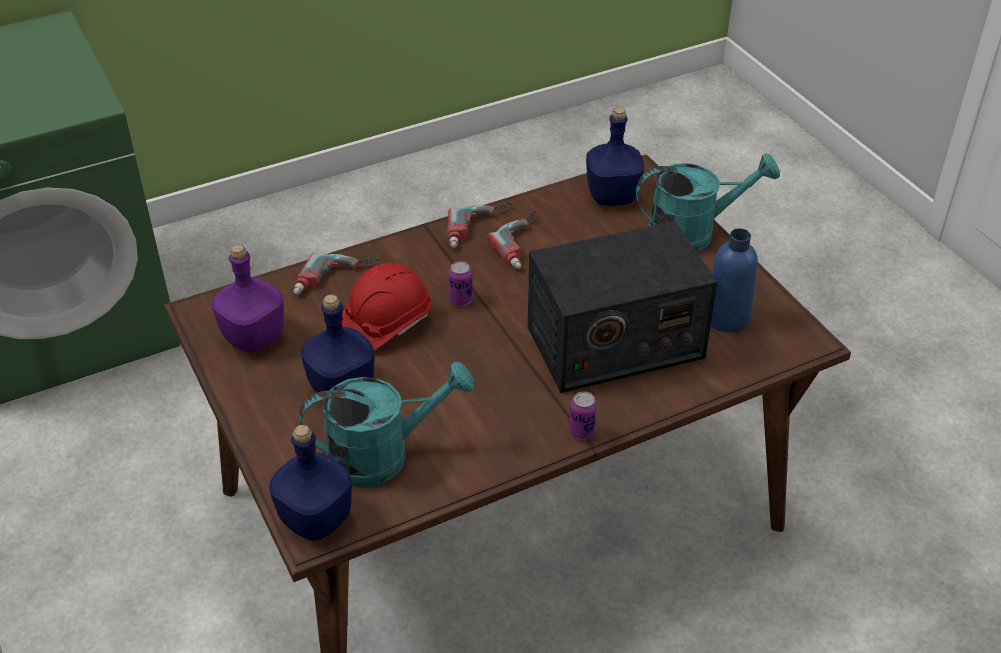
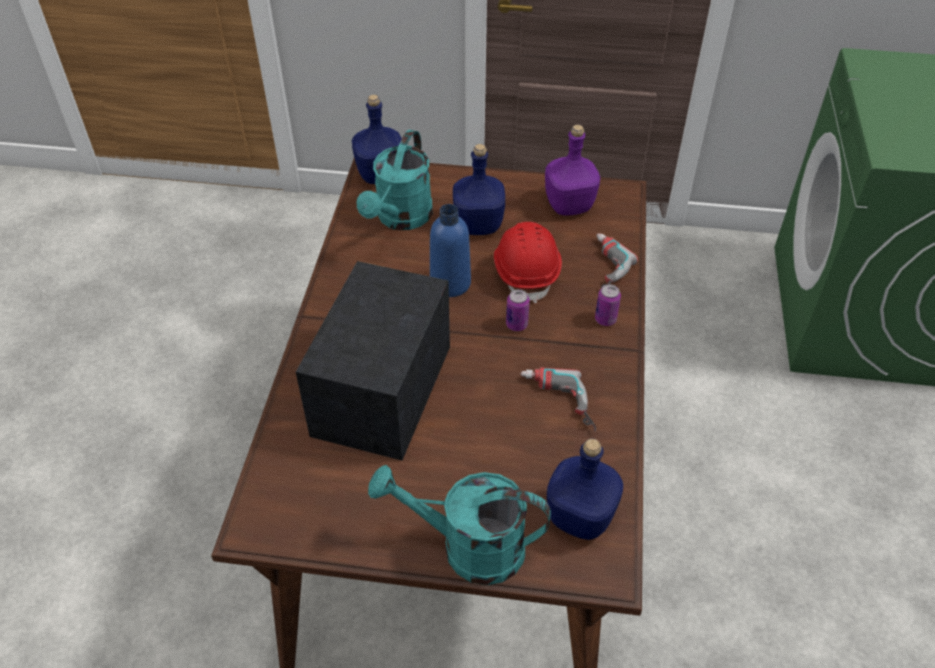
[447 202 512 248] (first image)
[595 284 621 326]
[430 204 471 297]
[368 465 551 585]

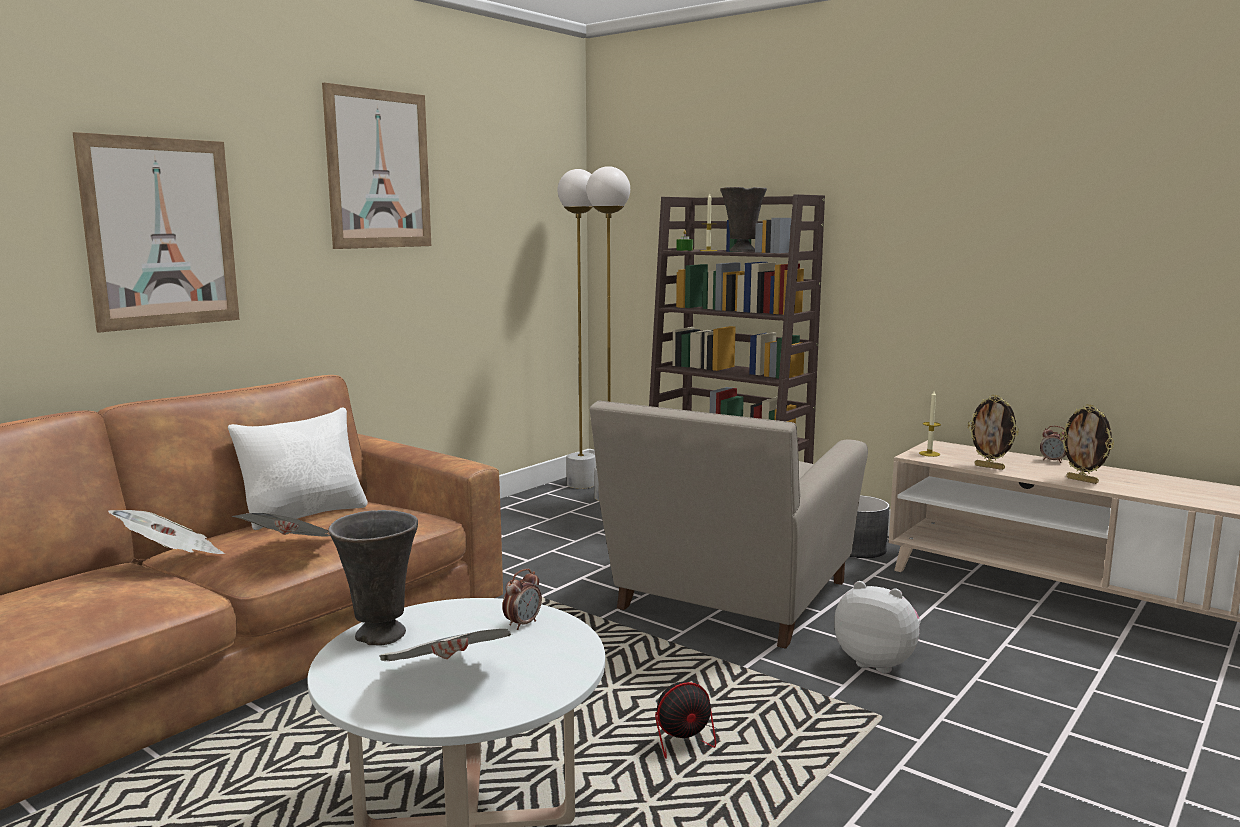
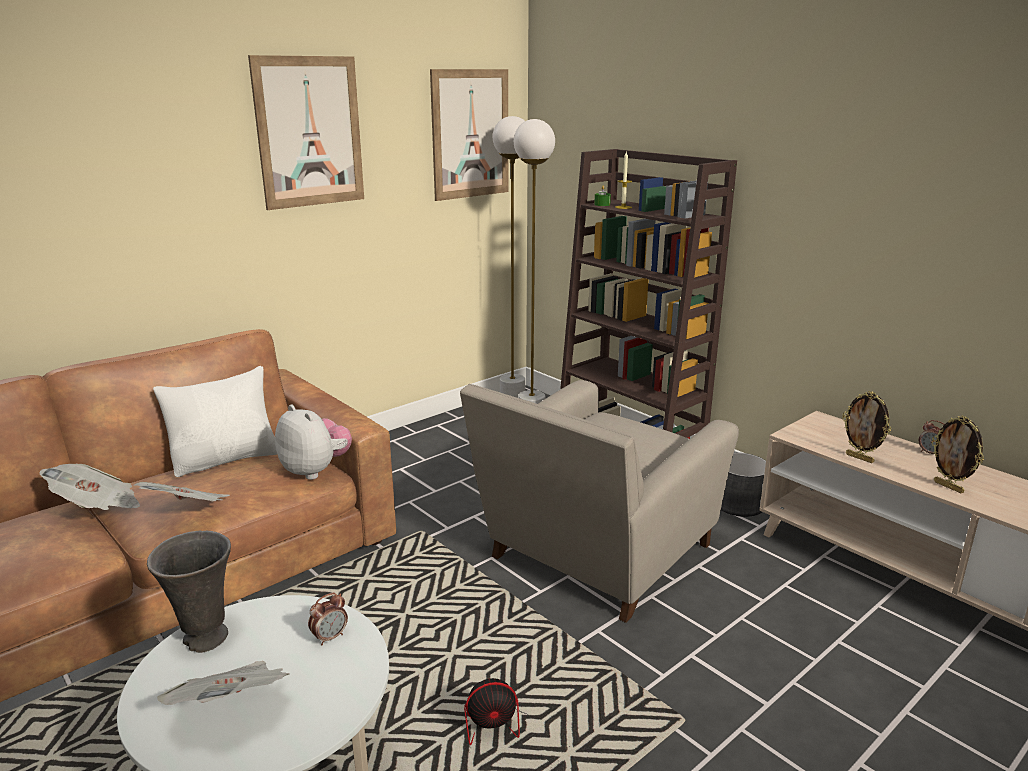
[720 187 767 252] (first image)
[919 391 941 457] (first image)
[430 69 508 201]
[275 404 352 480]

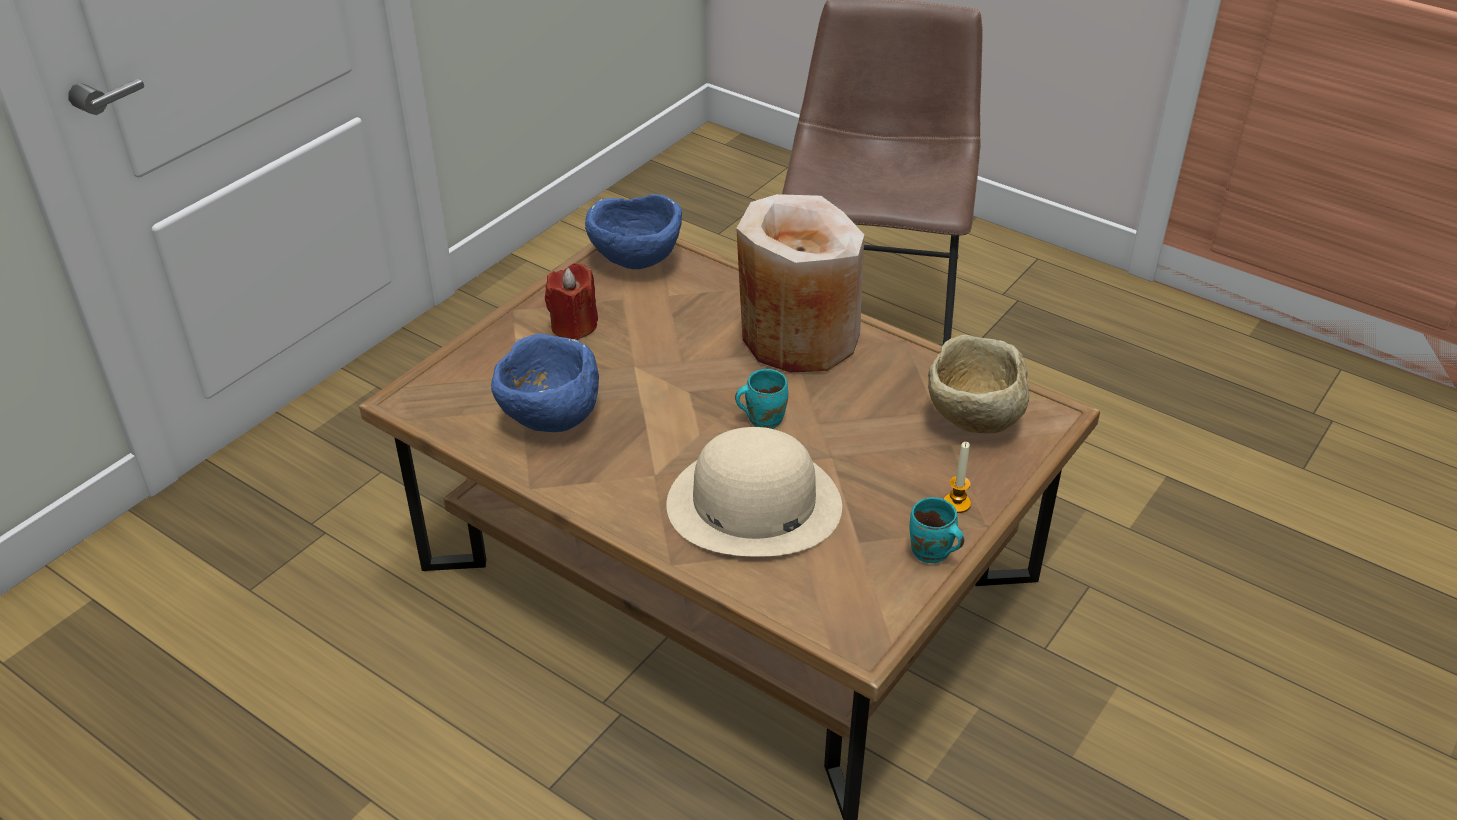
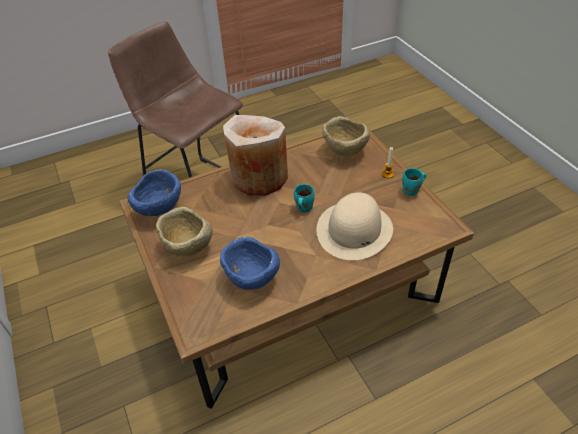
[156 207 213 256]

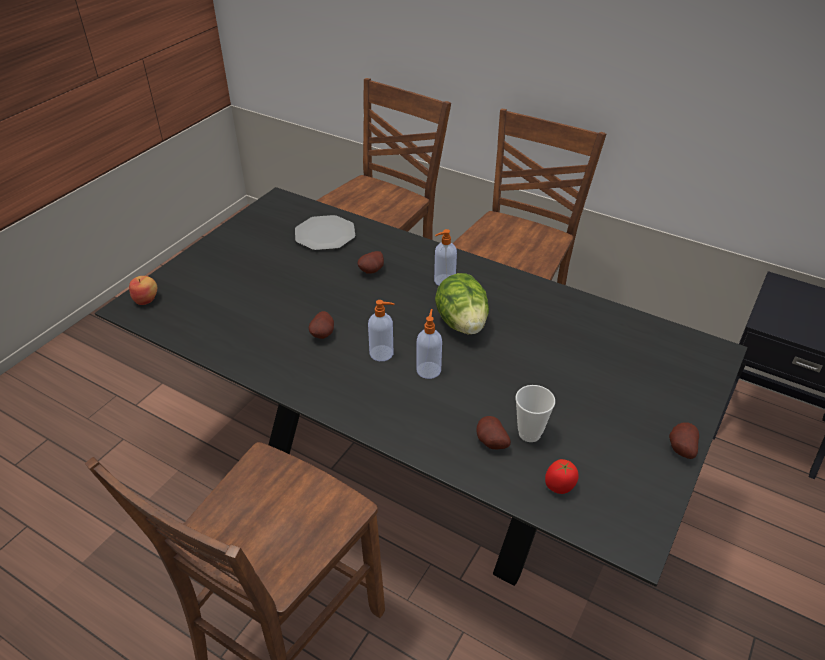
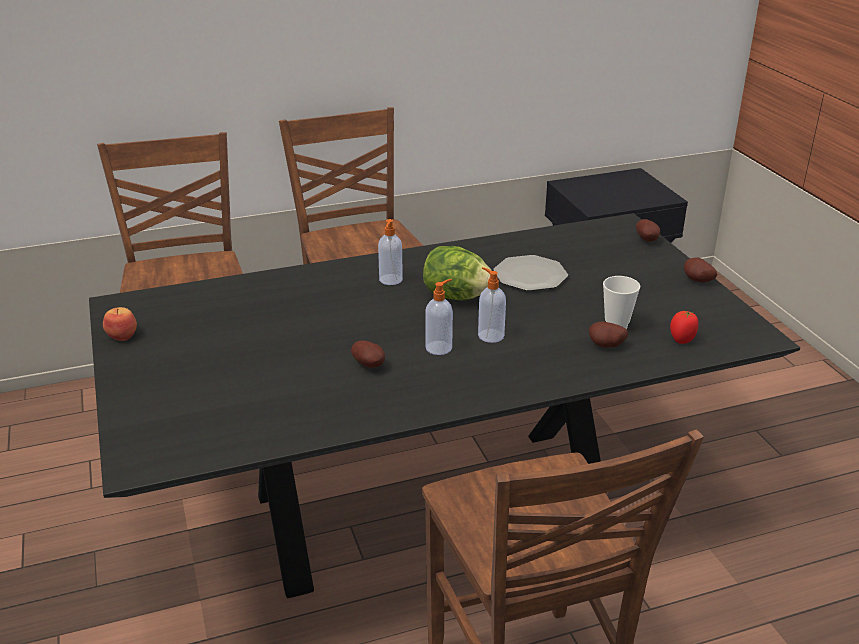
[103 307 137 341]
[493 255 568 291]
[636 219 660 242]

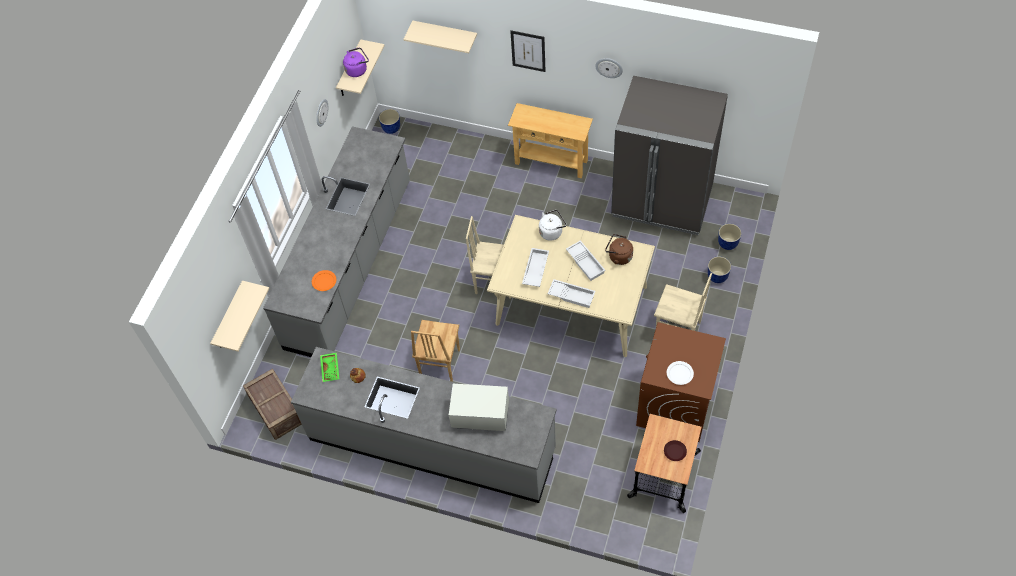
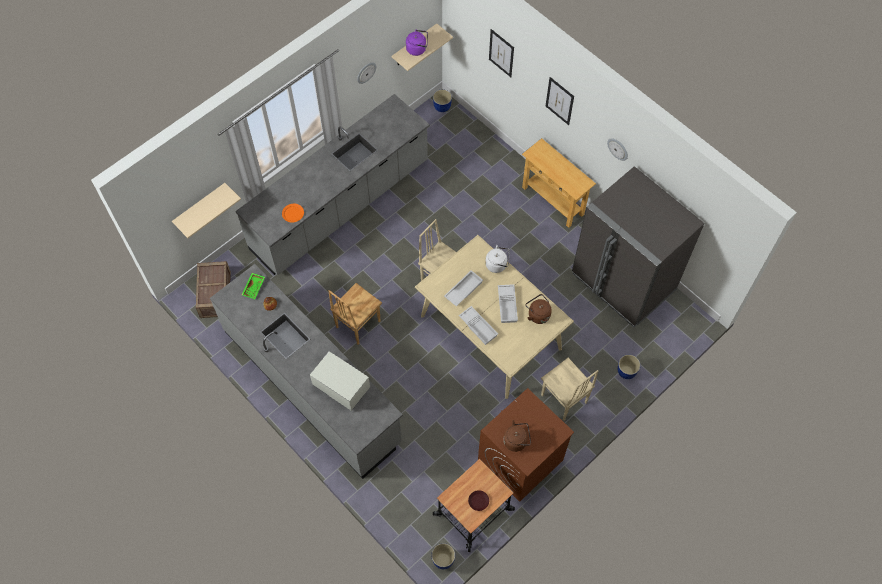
[431 543 455 569]
[489 29 514 77]
[503 420 531 452]

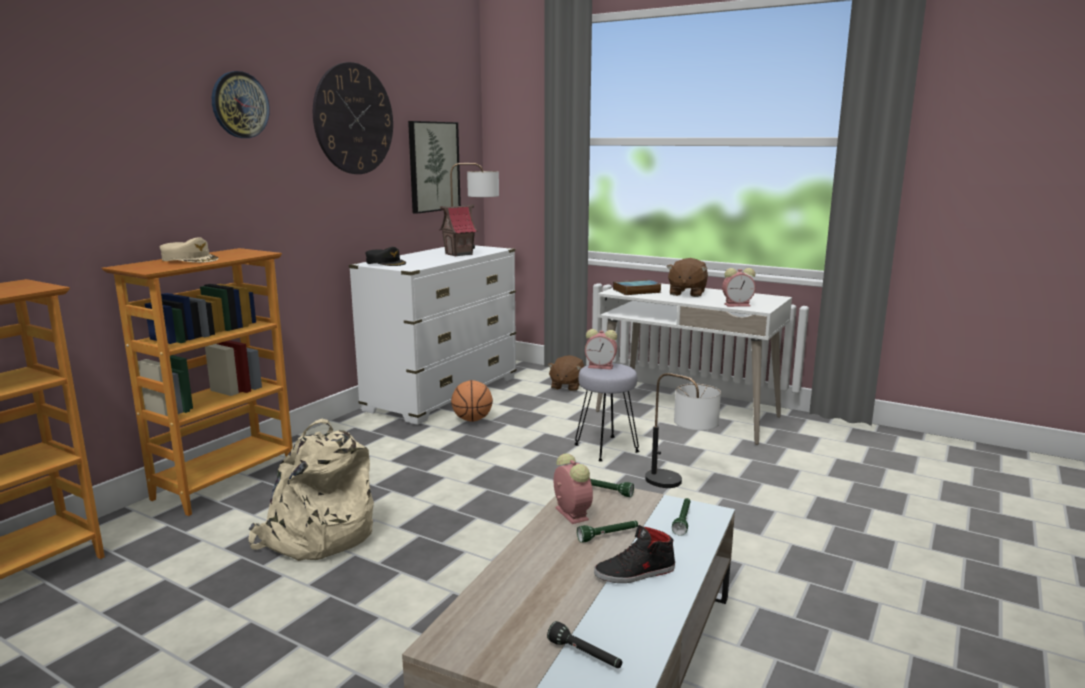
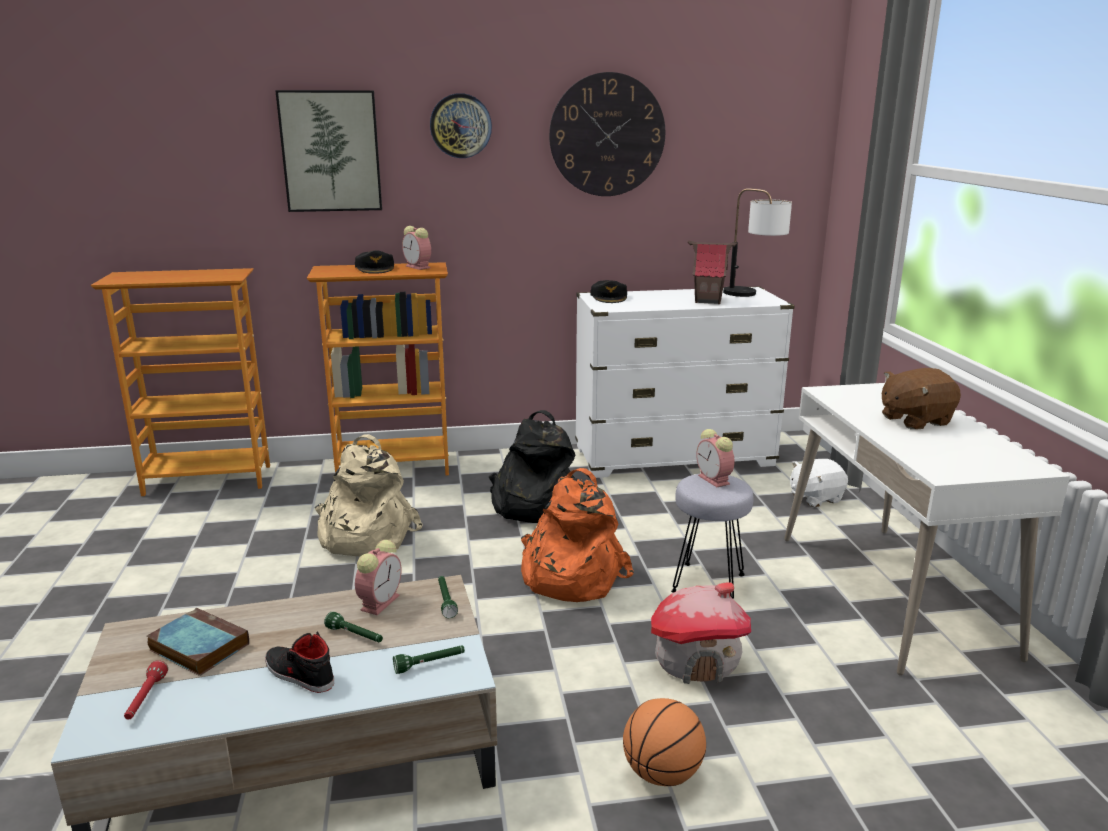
[489 410 575 523]
[521 468 634 602]
[275 90 382 212]
[623 698 706 786]
[147 608 249 676]
[402 226 431 270]
[651 582 751 684]
[355 250 394 274]
[124 660 168 720]
[790 459 848 507]

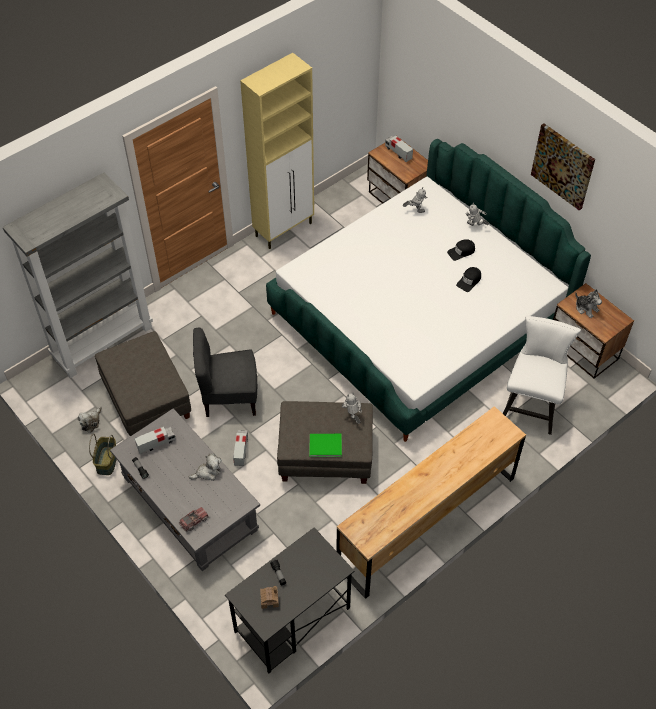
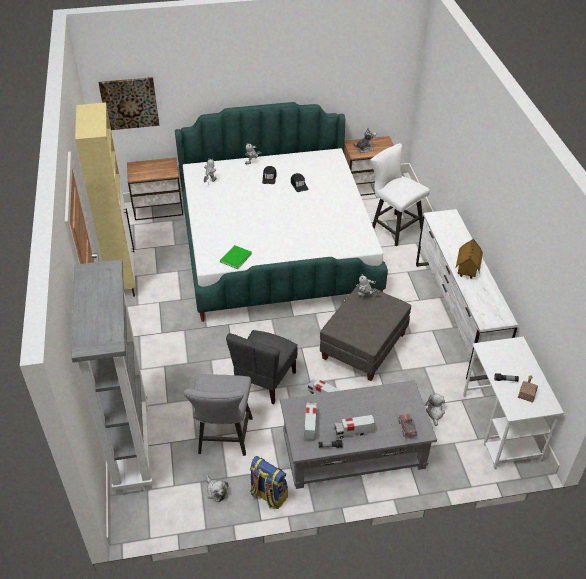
[455 239 483 279]
[425 393 445 426]
[220 245 252 269]
[334 415 375 438]
[99 77 159 130]
[250 456 288 509]
[184 374 253 456]
[463 337 564 469]
[416 209 518 381]

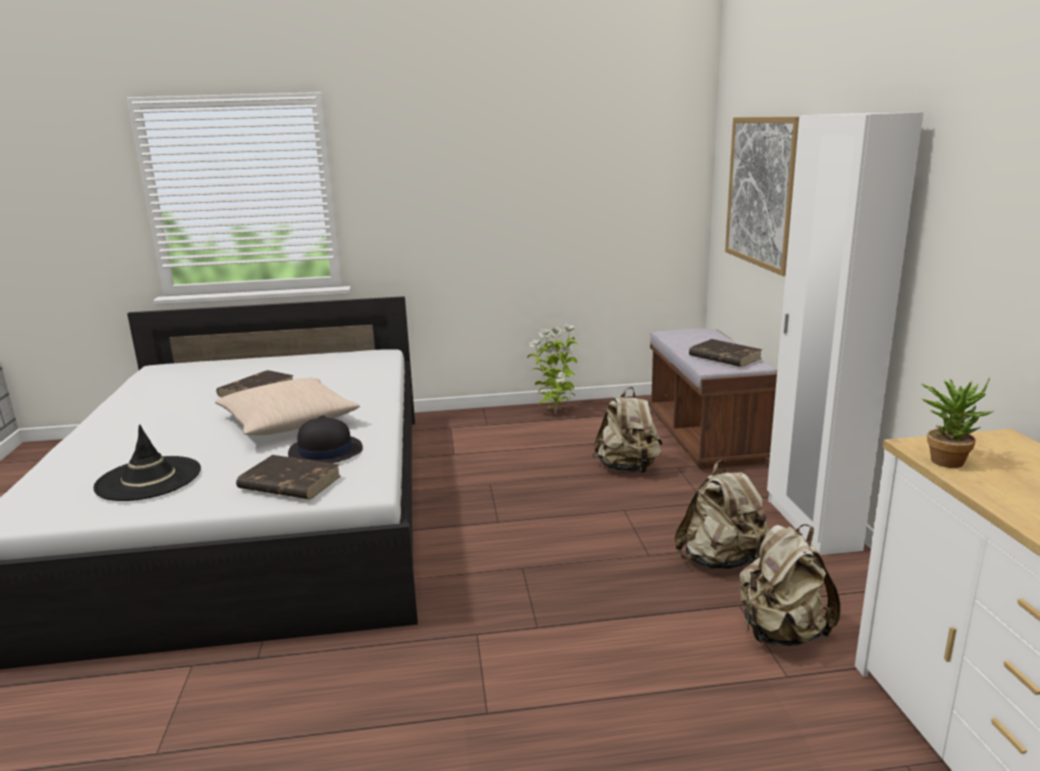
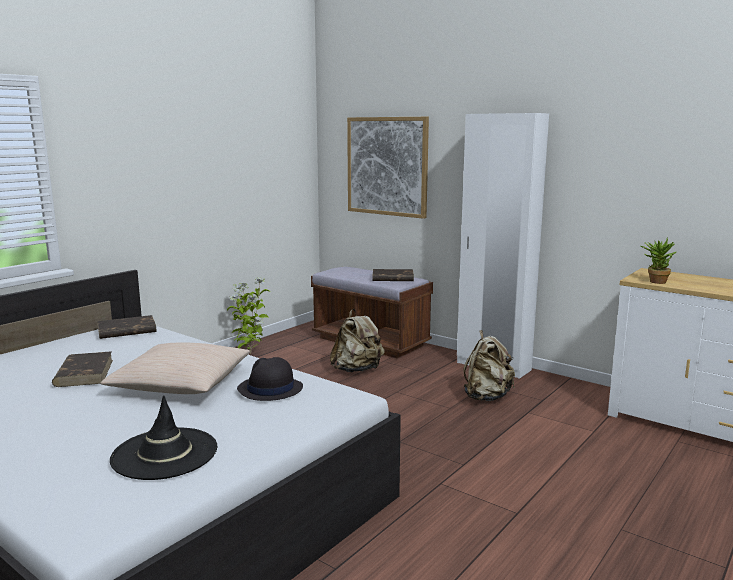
[739 524 840 646] (first image)
[97 315 157 339]

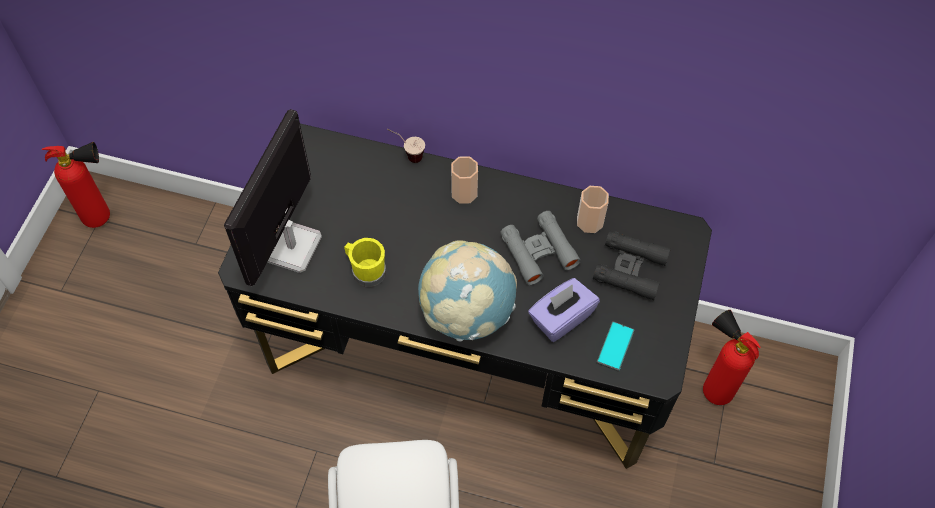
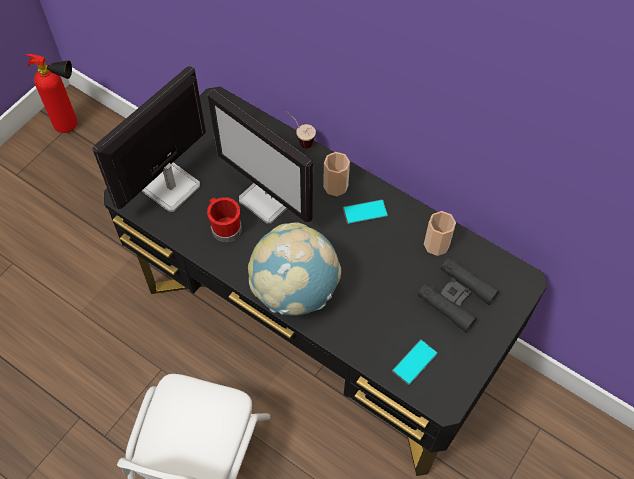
[500 211 581 285] (first image)
[528 278 600 342] (first image)
[703 310 761 405] (first image)
[208 89 313 223]
[342 199 388 225]
[207 197 242 242]

